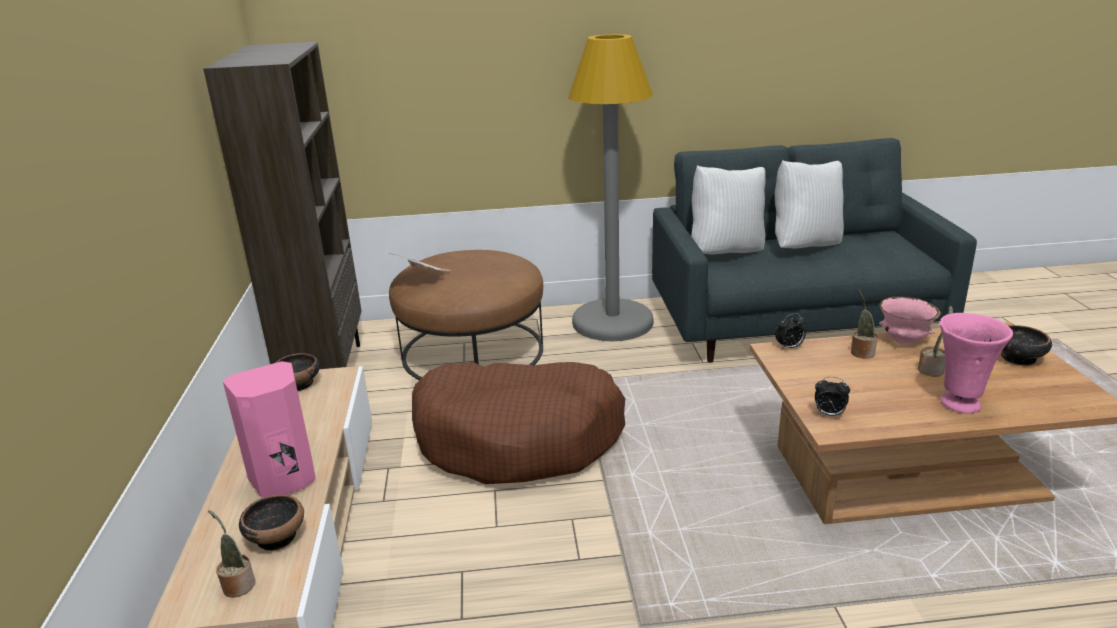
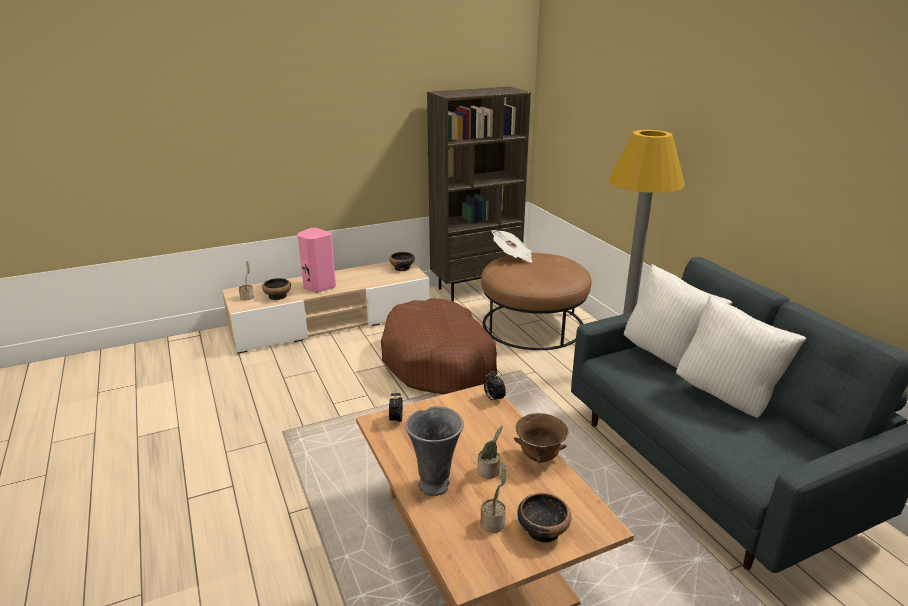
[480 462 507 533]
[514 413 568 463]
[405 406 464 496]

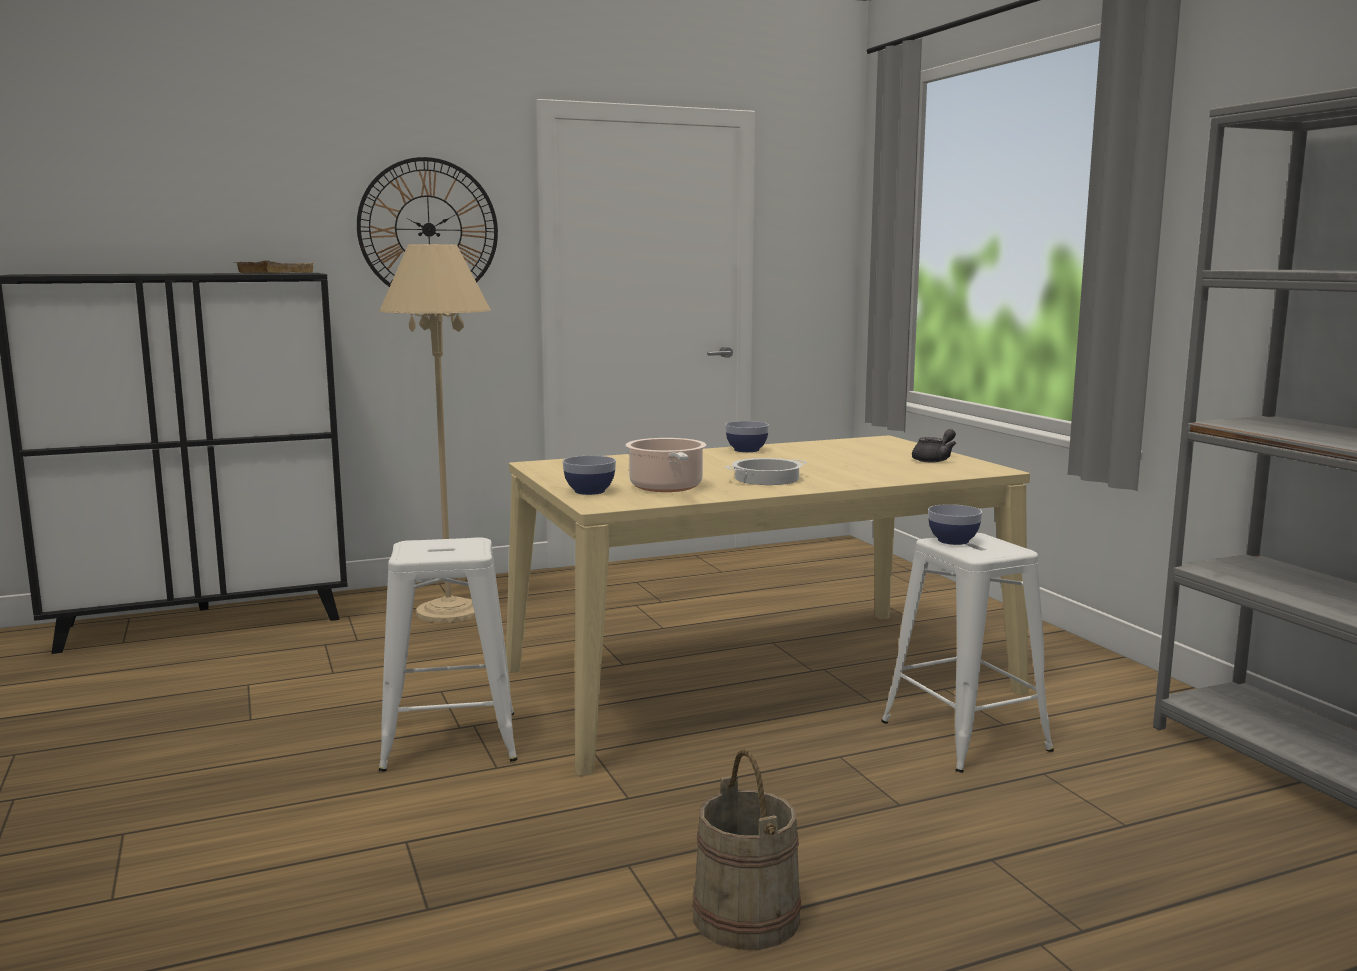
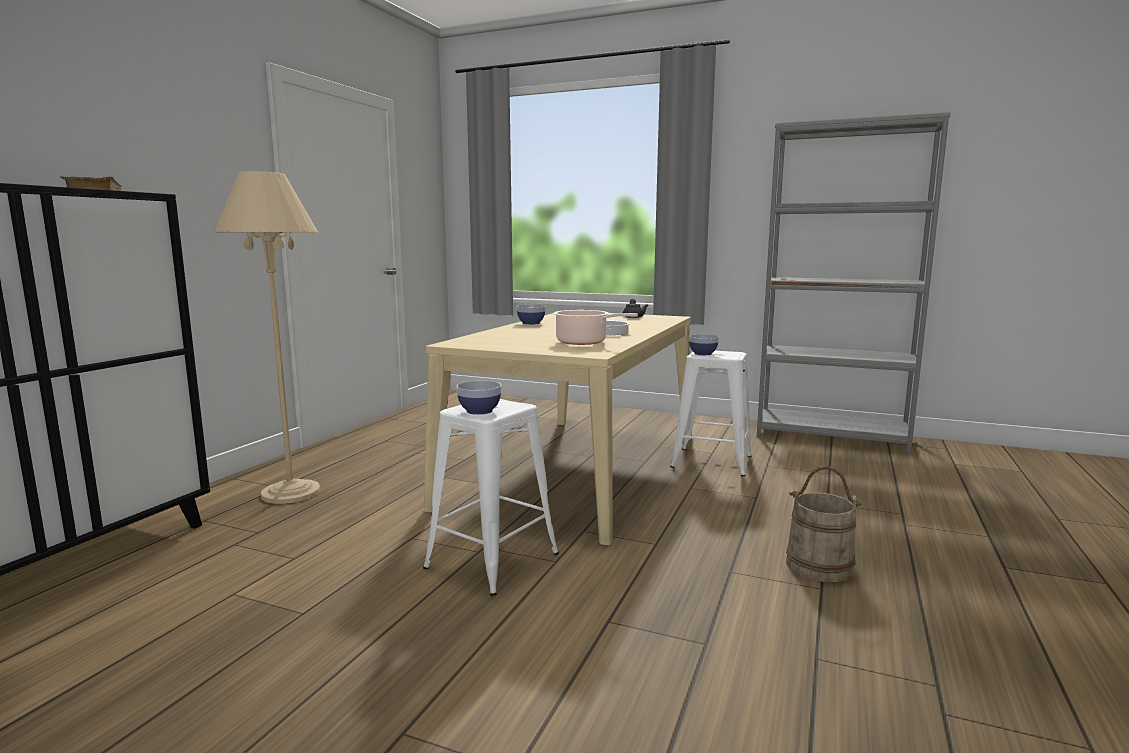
[357 157 498 287] (first image)
[456 381 501 415]

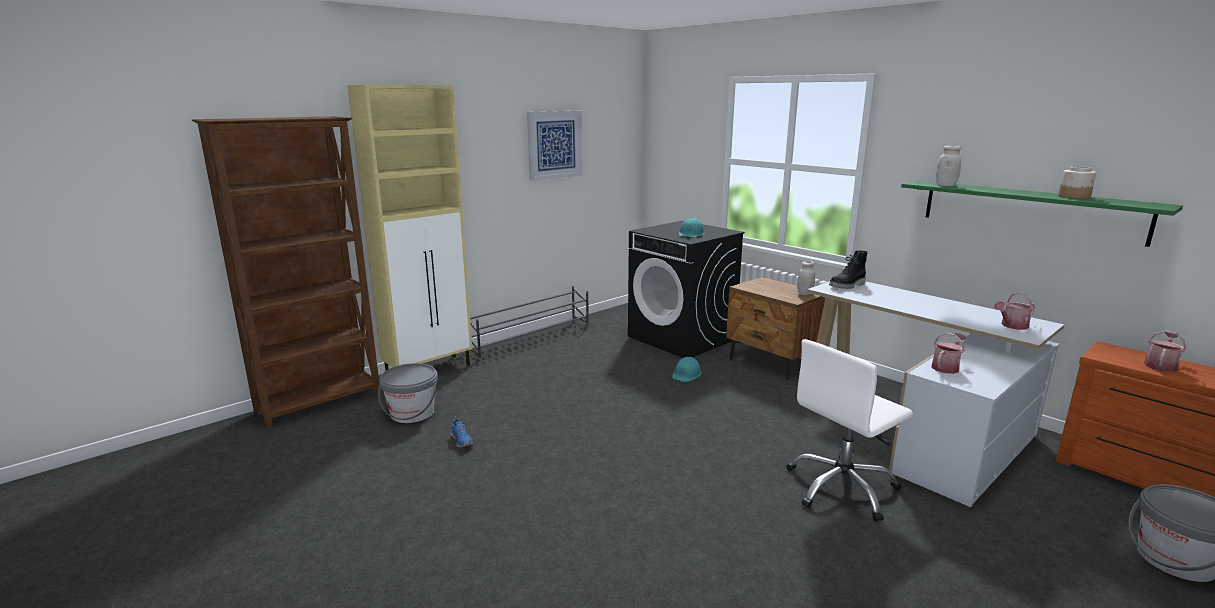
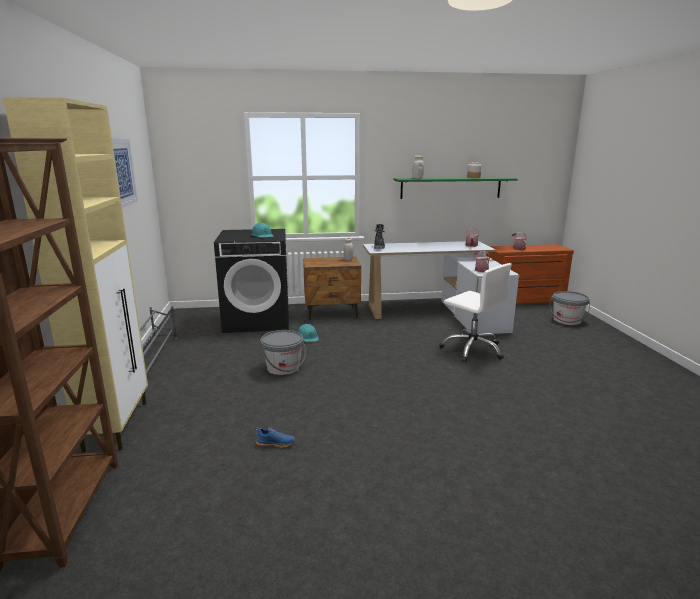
[260 330 306 375]
[439 263 512 362]

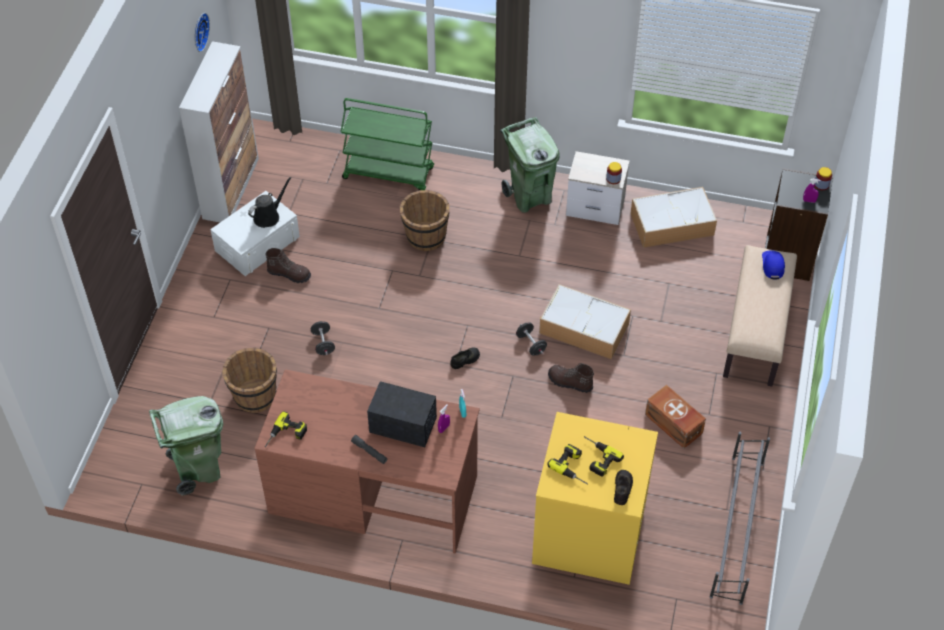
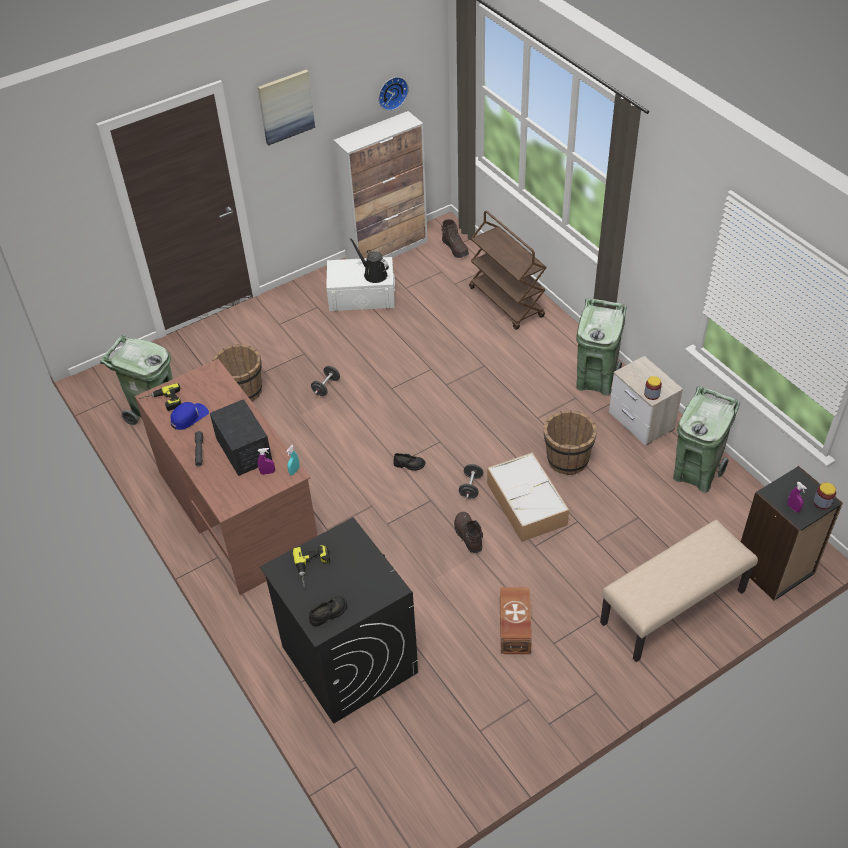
[584 436 624 477] (first image)
[709 432 770 605] (first image)
[258 70 315 145]
[441 219 469 258]
[543 410 597 475]
[170 402 209 430]
[673 386 740 493]
[469 210 547 330]
[260 517 418 724]
[349 238 389 283]

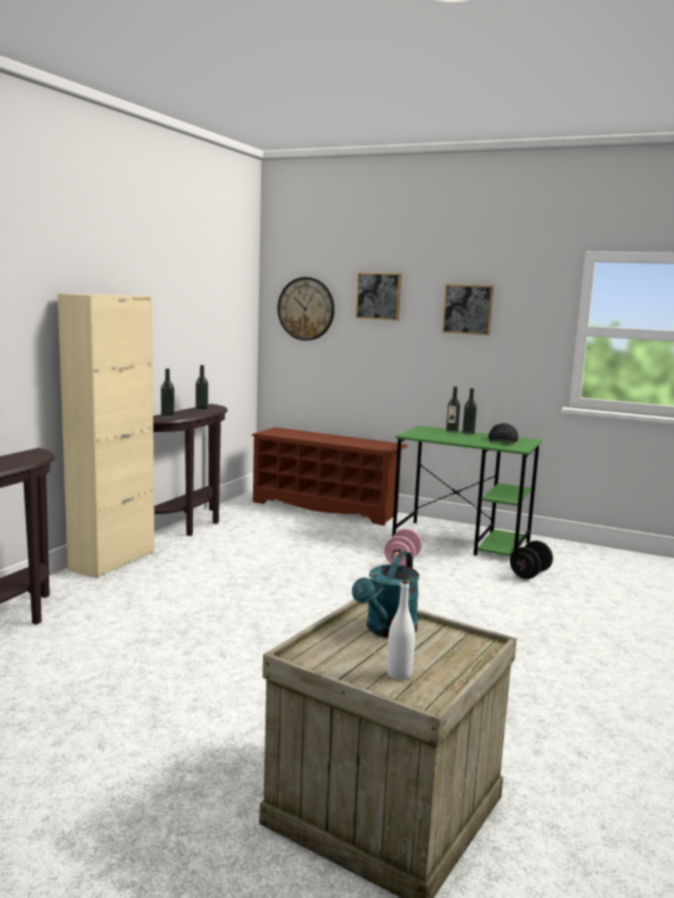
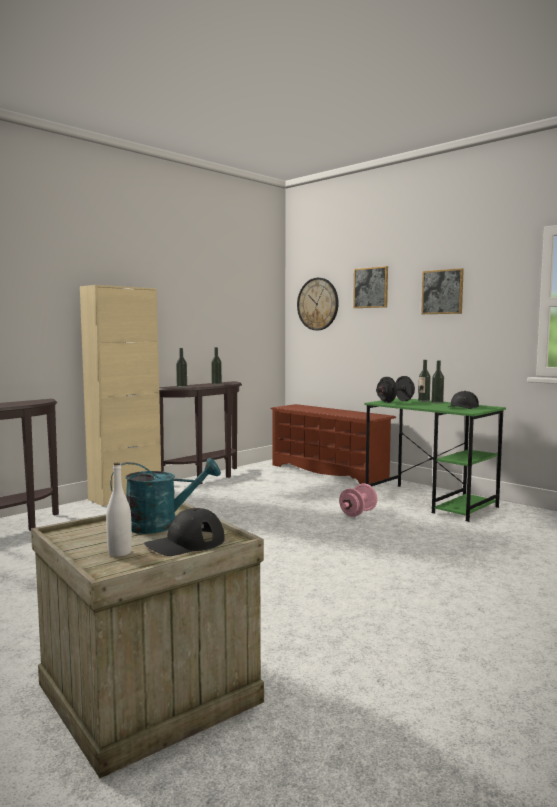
[144 508 225 556]
[376 376 415 403]
[111 458 221 534]

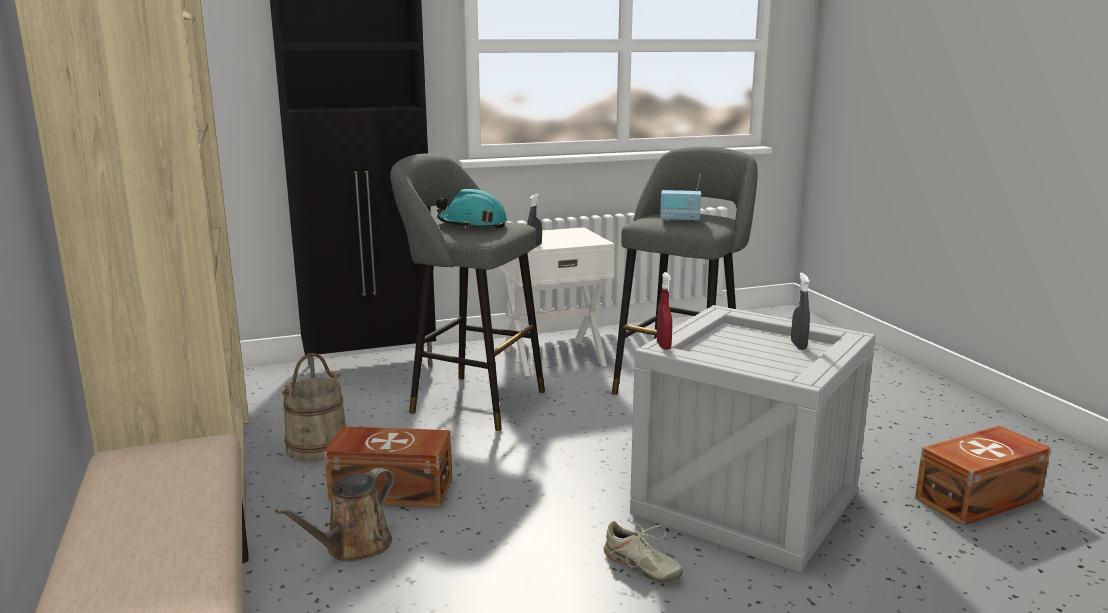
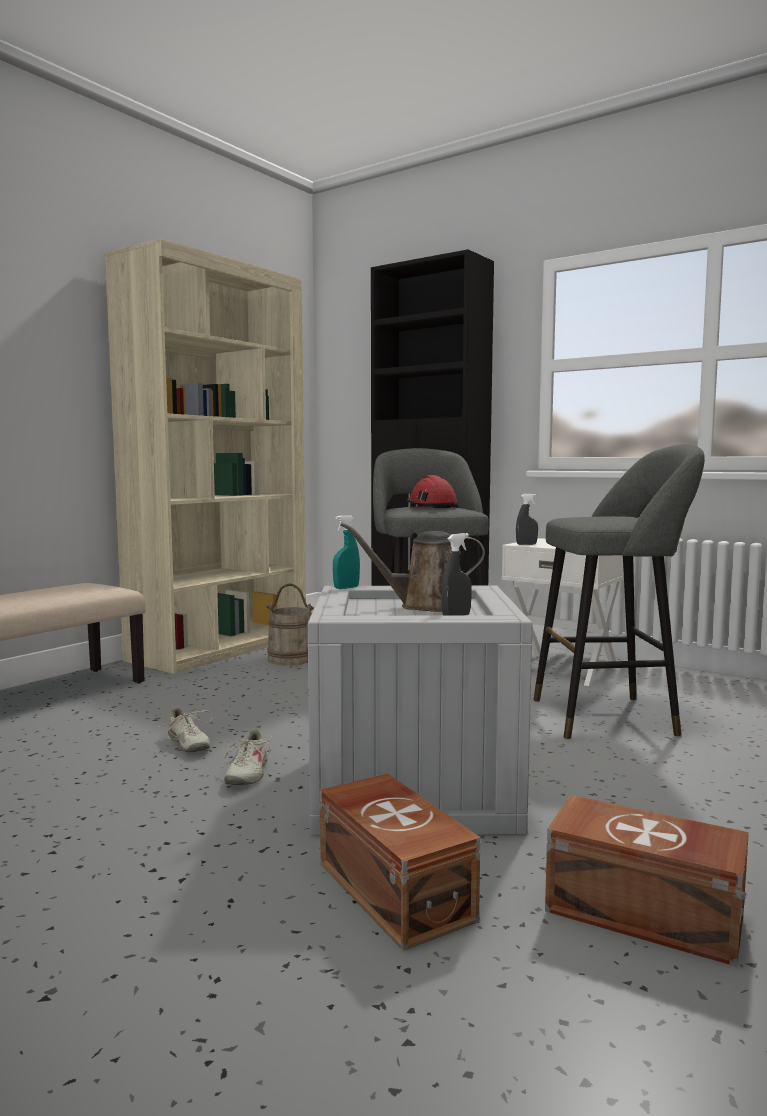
[660 173 701 222] (first image)
[158 706 213 752]
[340 522 485 612]
[320 773 480 951]
[407 475 458 508]
[333 515 360 589]

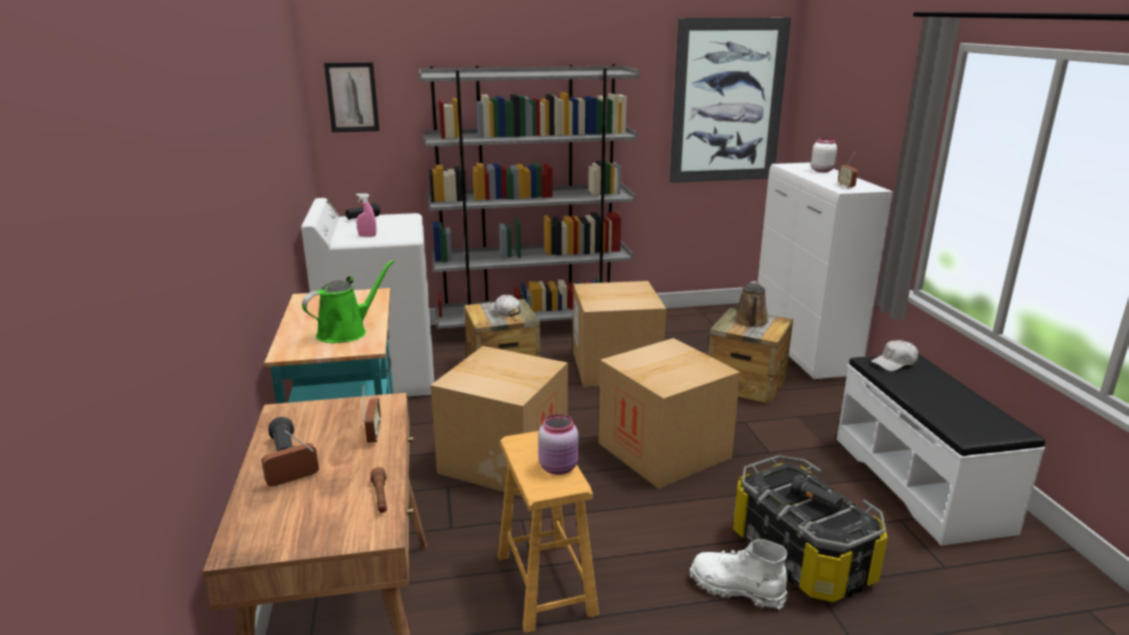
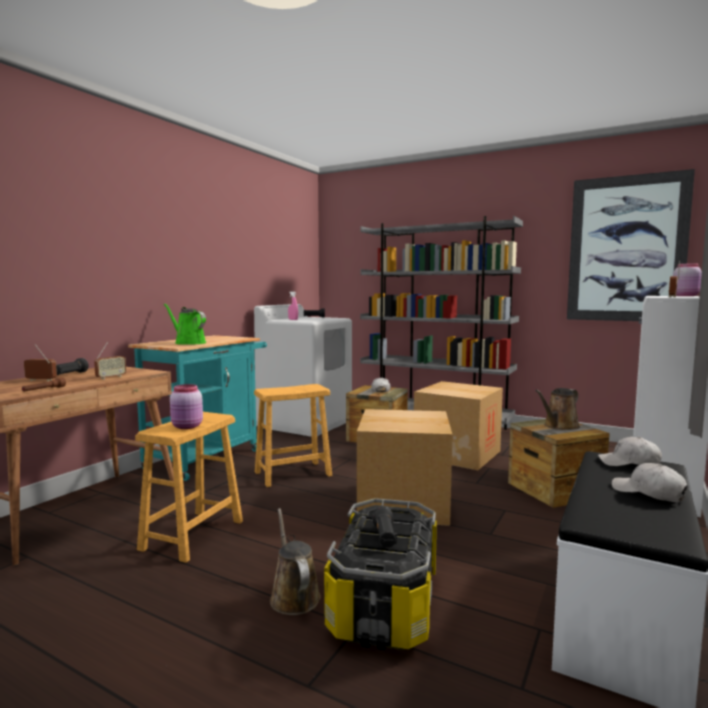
[324 62 379 132] (first image)
[612 463 687 502]
[254 384 332 487]
[270 508 321 615]
[673 263 702 296]
[164 303 206 345]

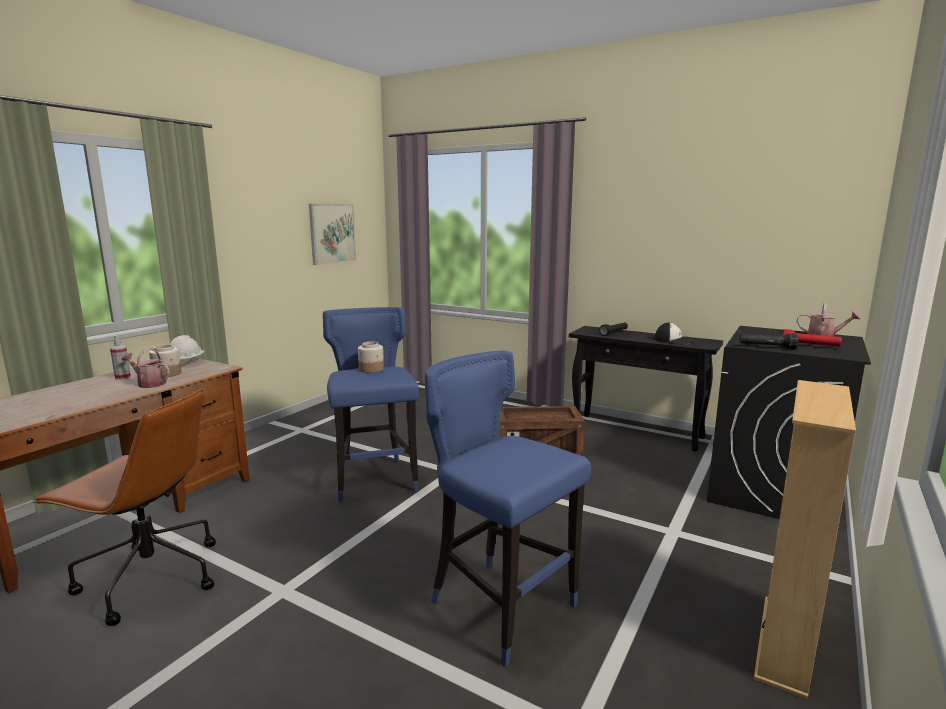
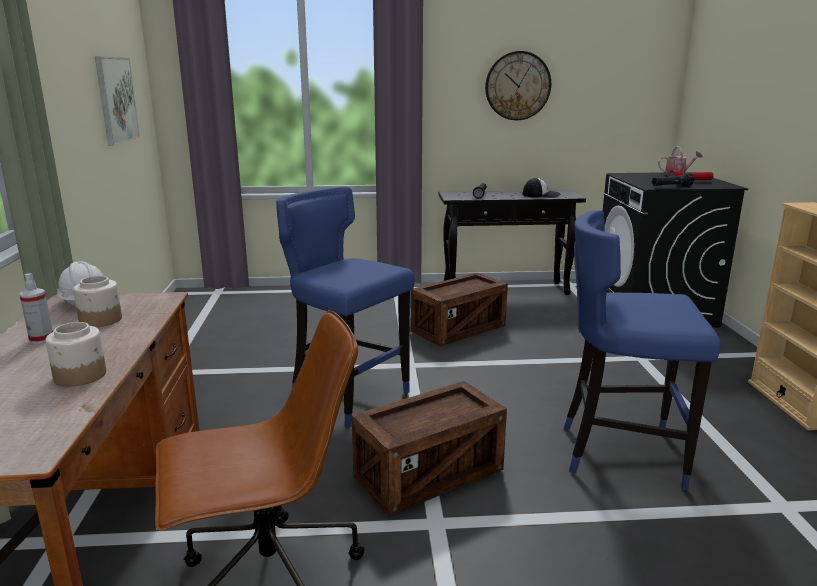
[122 348 170 388] (first image)
[351 381 507 516]
[485 51 551 120]
[45 322 106 387]

